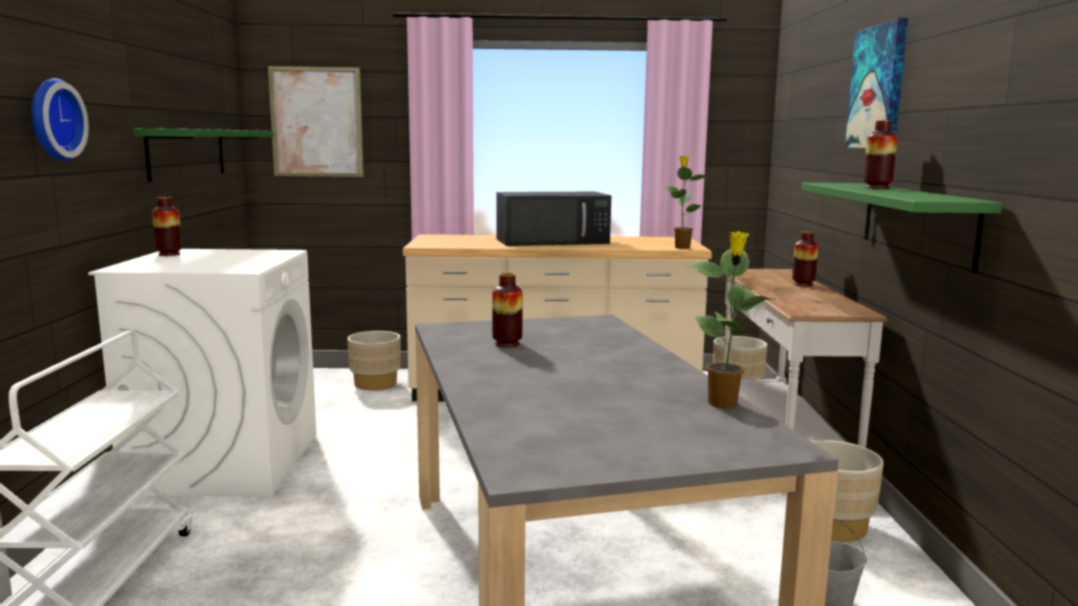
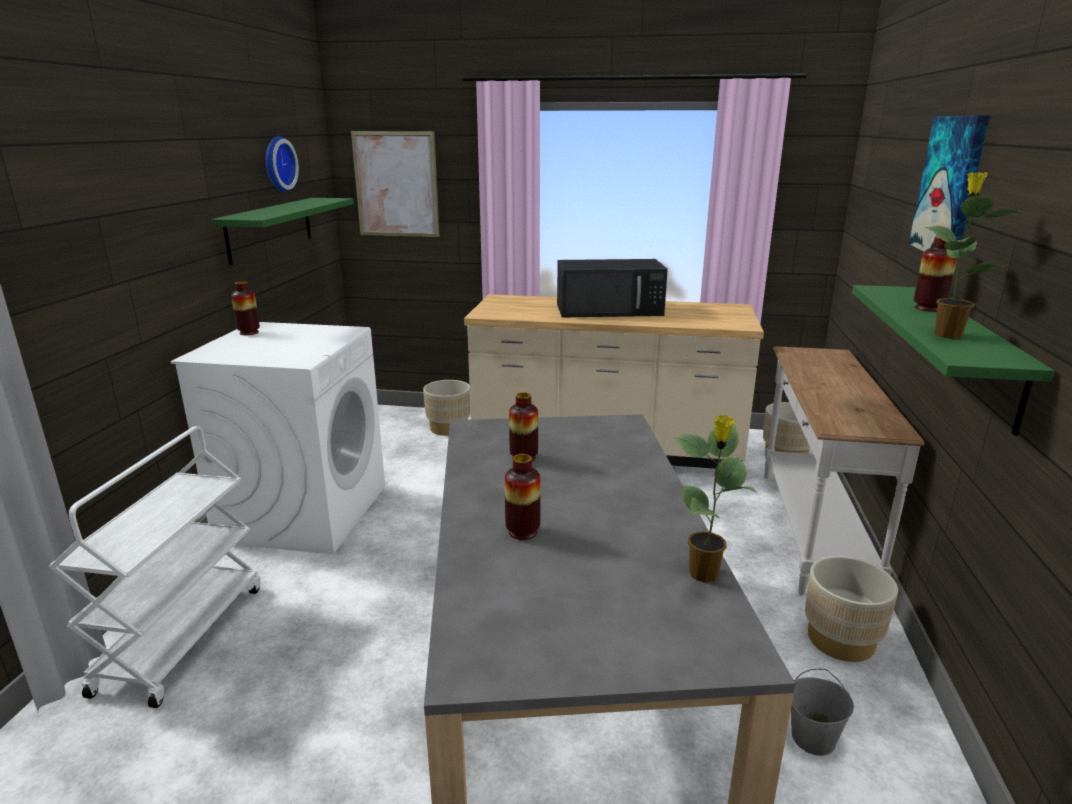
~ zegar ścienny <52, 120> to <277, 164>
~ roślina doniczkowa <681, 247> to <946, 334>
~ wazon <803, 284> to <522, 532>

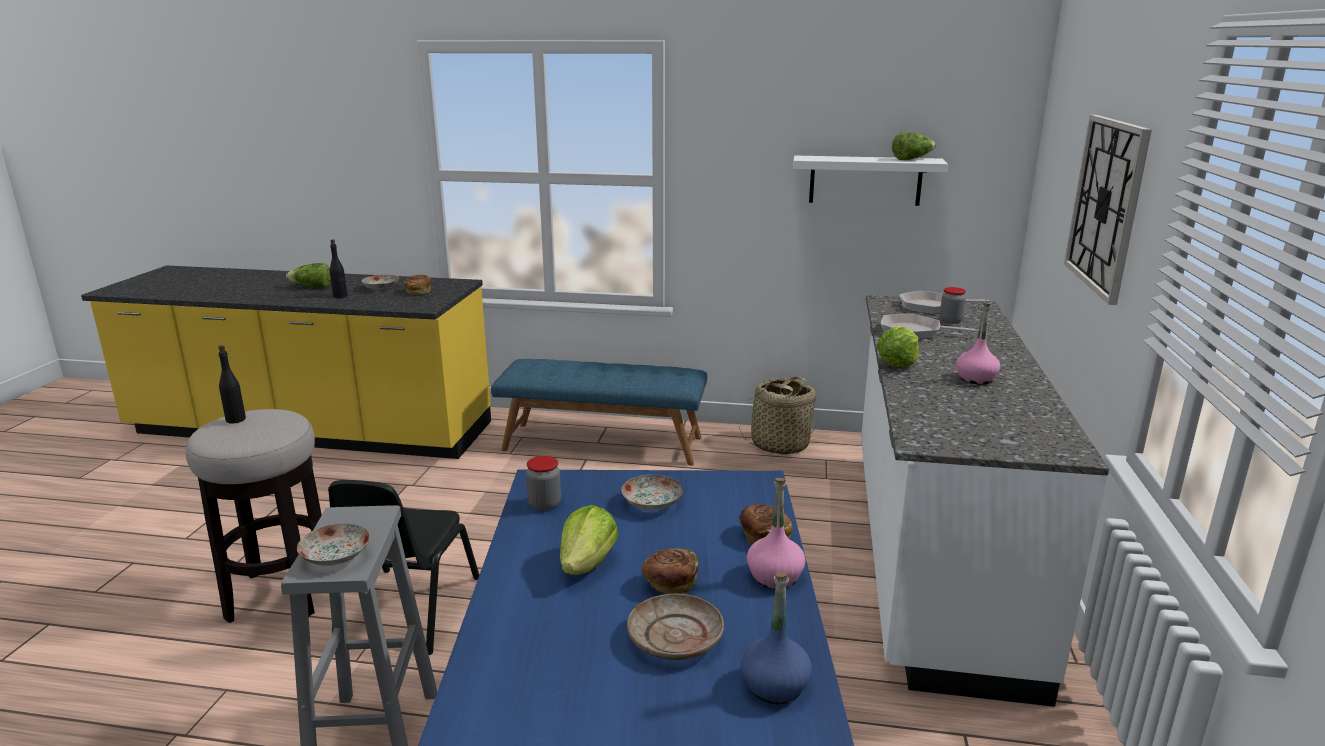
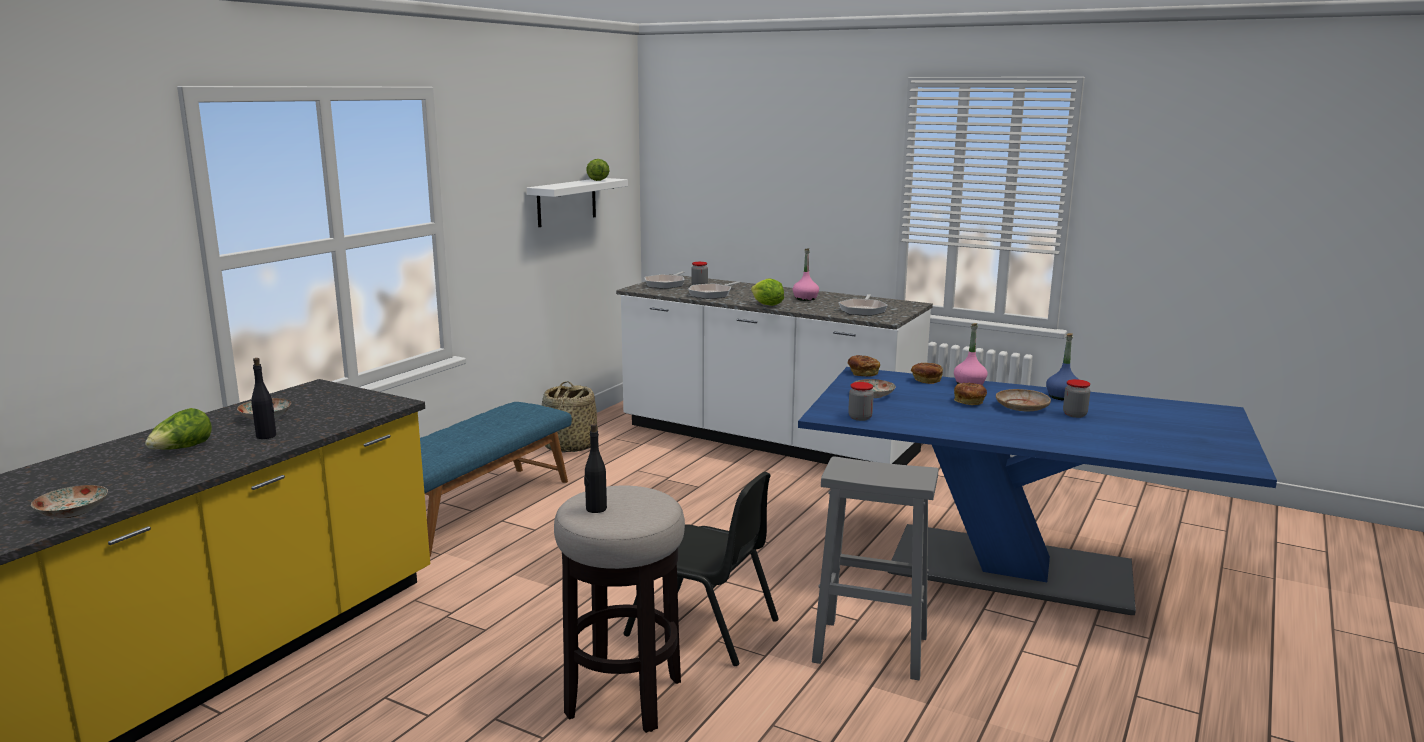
~ talerz <335, 556> to <72, 513>
~ chleb <419, 292> to <862, 373>
- sałata <588, 564>
- zegar ścienny <1106, 205>
+ patelnia <863, 310>
+ słoik <1074, 414>

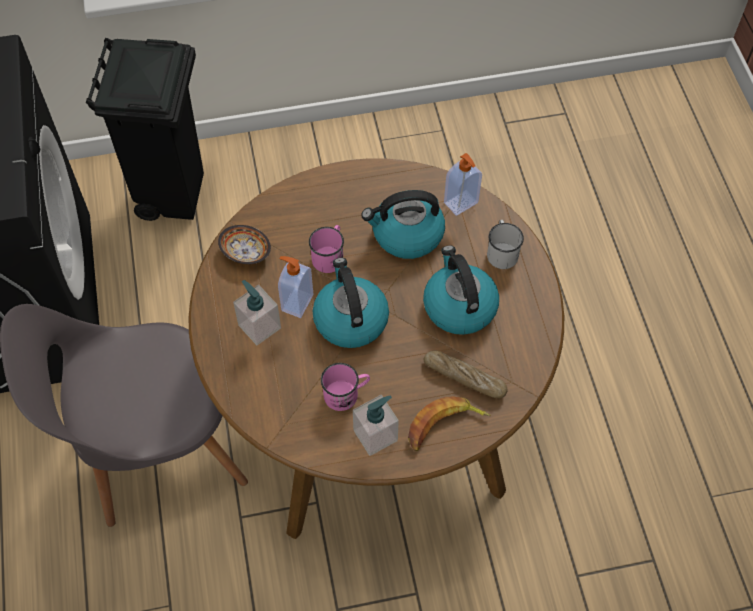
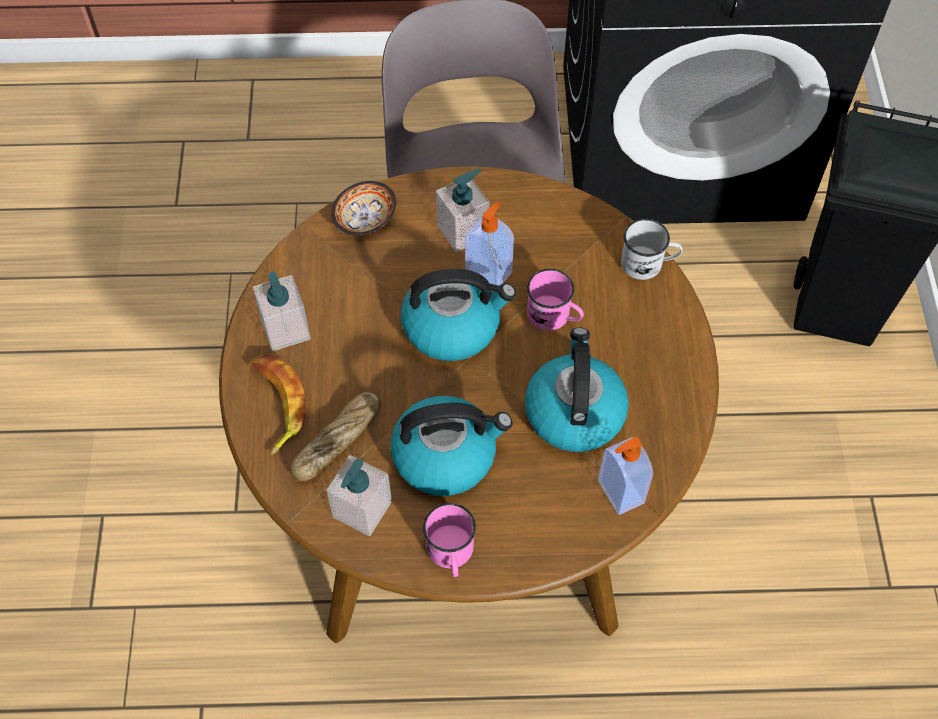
~ miska <246, 252> to <365, 219>
~ kubek [różowy] <346, 394> to <451, 554>
~ kubek [biały] <501, 251> to <648, 264>
+ dozownik mydła <362, 509>

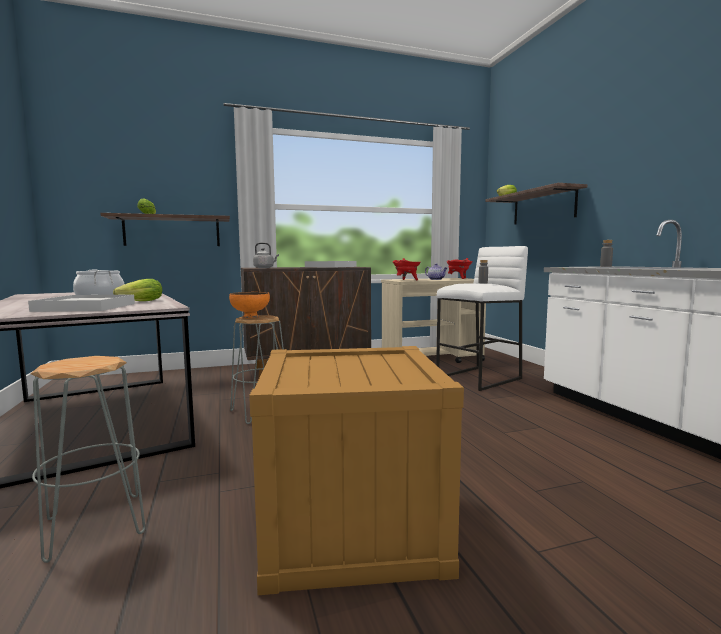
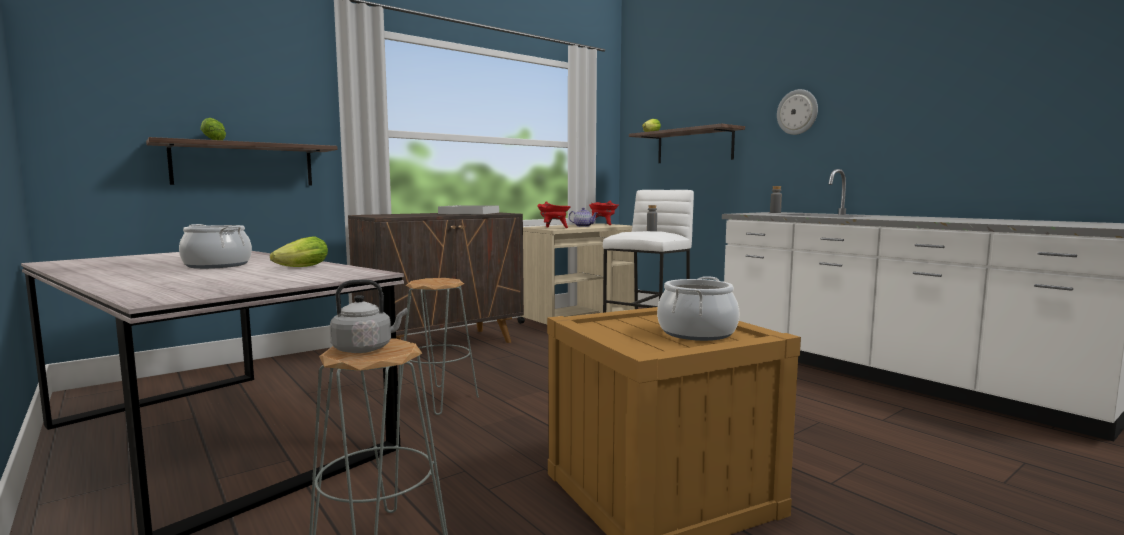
- taca [biały] <85, 307>
- miska [pomarańczowy] <250, 317>
~ czajnik [szary] <265, 268> to <366, 349>
+ garnek <697, 333>
+ zegar ścienny <797, 112>

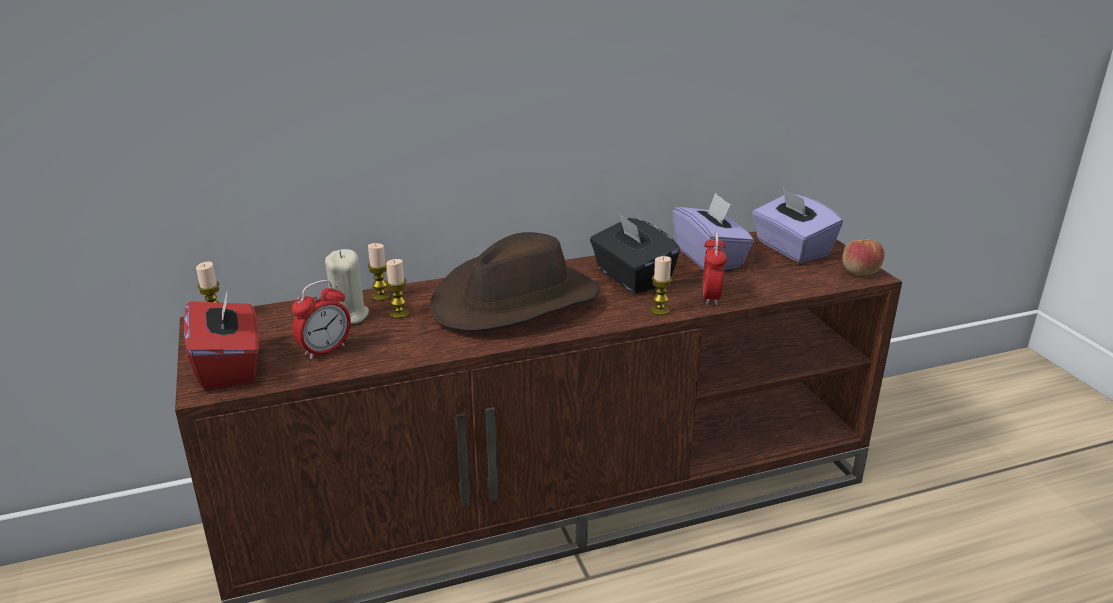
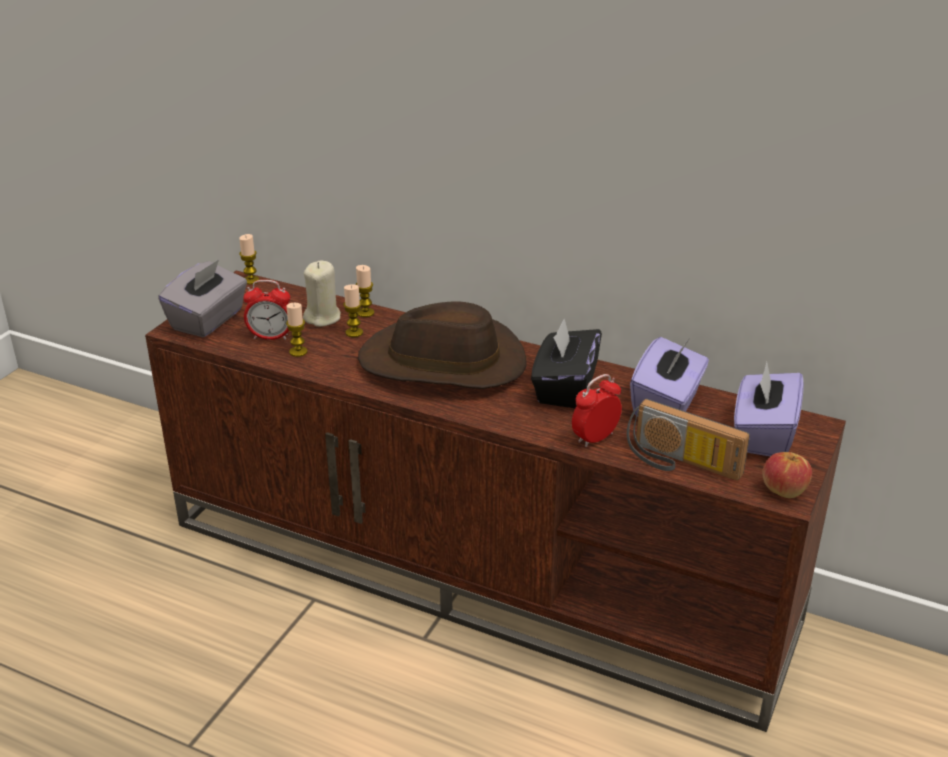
~ pudełko chusteczek [czerwony] <229, 366> to pudełko chusteczek [szary] <208, 320>
~ świeca <660, 310> to <298, 352>
+ radio <680, 463>

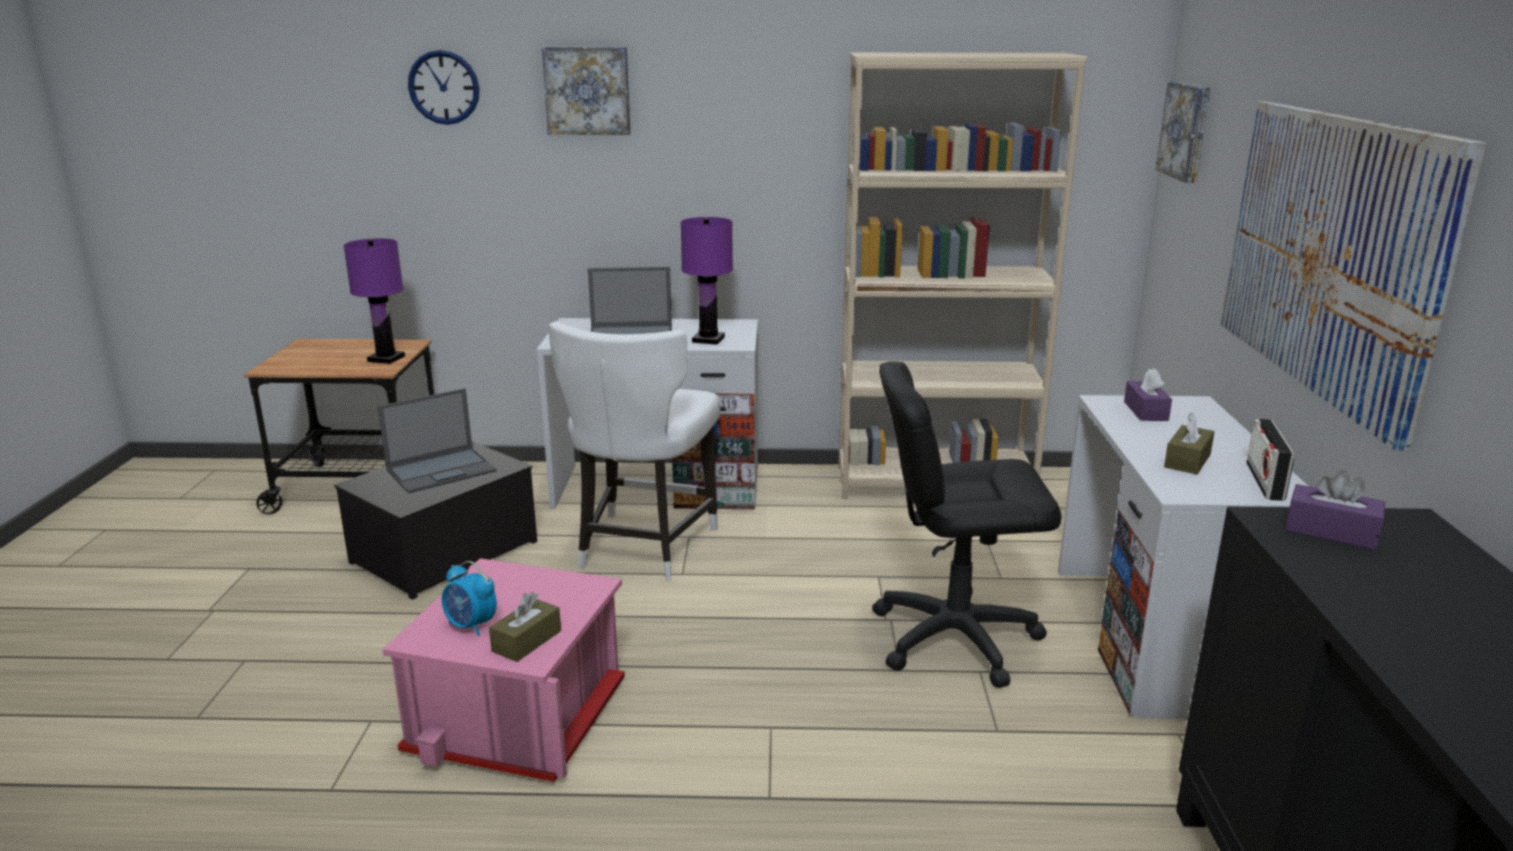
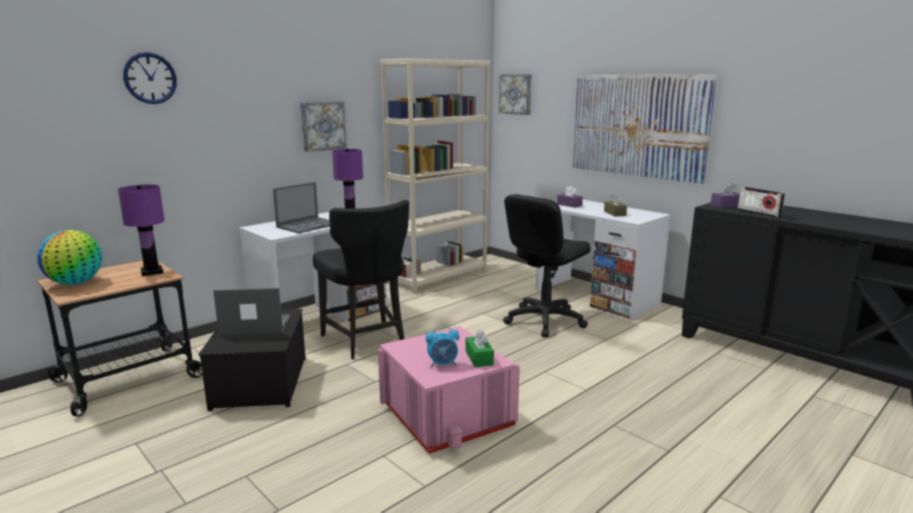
~ laptop <442, 470> = <255, 326> 105 degrees counterclockwise
~ pudełko chusteczek [brązowy] <527, 641> to pudełko chusteczek [zielony] <479, 358>
~ obraz <587, 90> to <322, 125>
~ krzesło [biały] <642, 548> to krzesło [czarny] <366, 340>
~ radio <1264, 481> to <758, 213>
+ globus <76, 283>

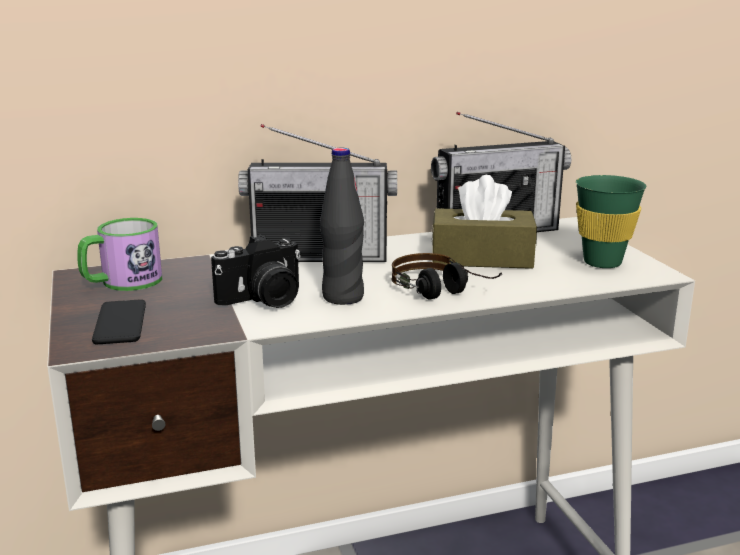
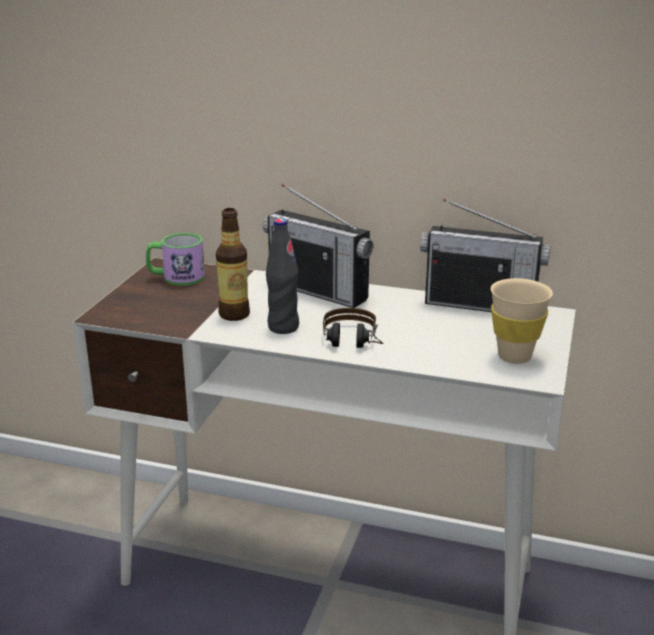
- telefon <120, 323>
~ aparat fotograficzny <264, 300> to butelka <234, 314>
- pudełko chusteczek [brązowy] <482, 258>
~ filiżanka [zielony] <602, 262> to filiżanka [beżowy] <514, 356>

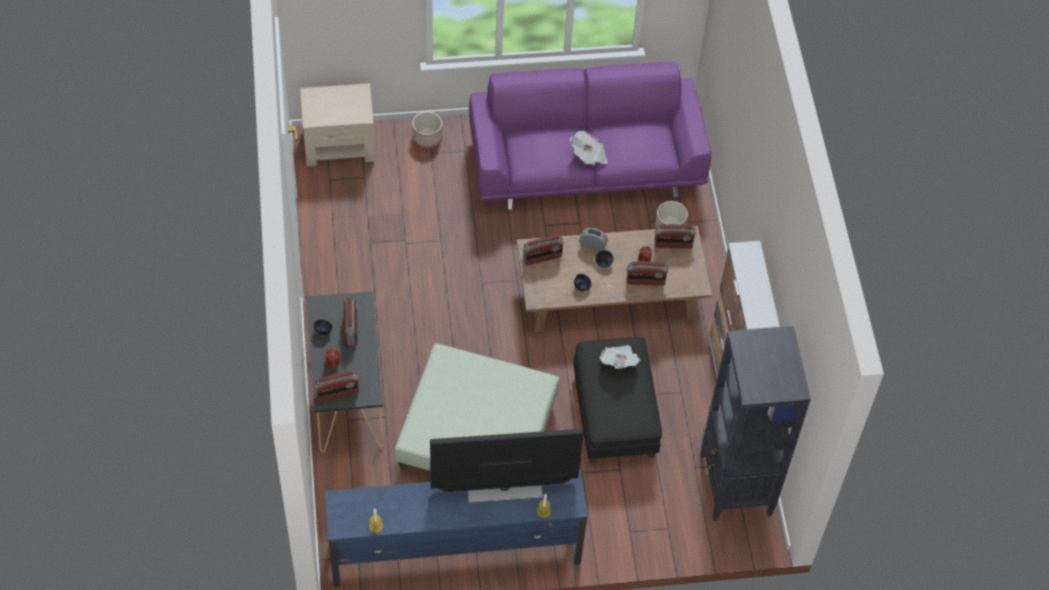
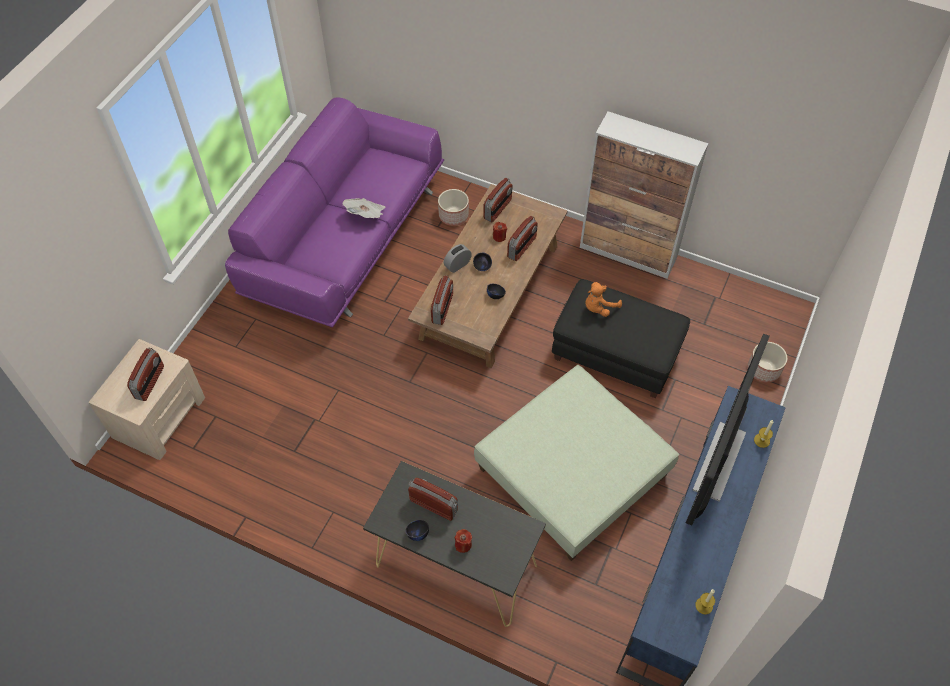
~ radio <337, 393> to <150, 382>
~ donica <427, 137> to <763, 369>
~ gazeta <619, 362> to pluszak [pomarańczowy] <599, 307>
- regał [czarny] <735, 485>

